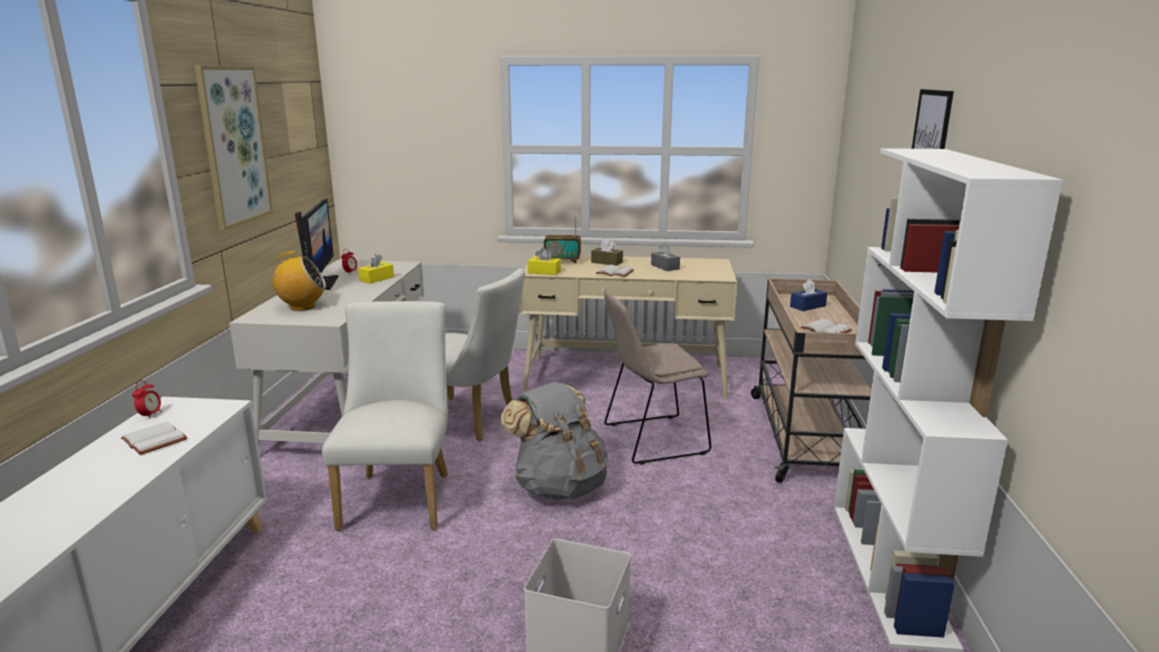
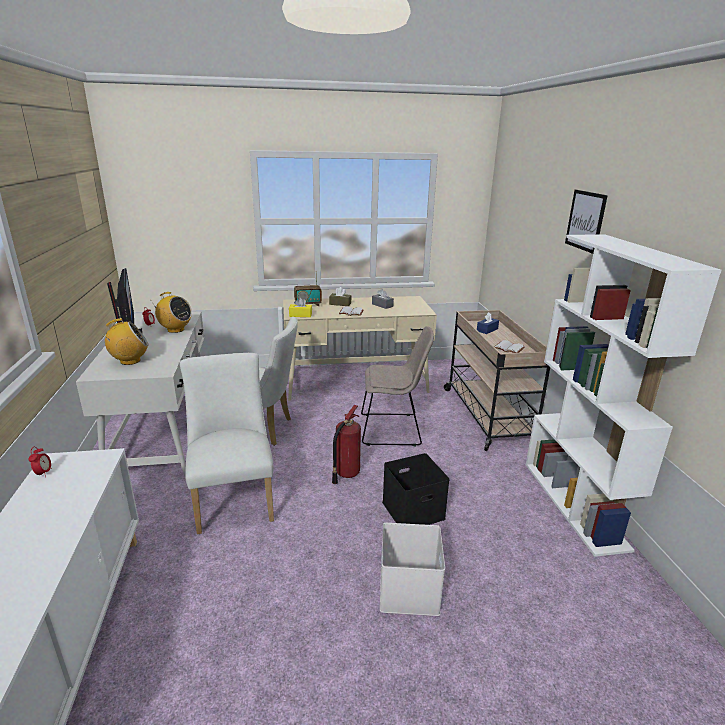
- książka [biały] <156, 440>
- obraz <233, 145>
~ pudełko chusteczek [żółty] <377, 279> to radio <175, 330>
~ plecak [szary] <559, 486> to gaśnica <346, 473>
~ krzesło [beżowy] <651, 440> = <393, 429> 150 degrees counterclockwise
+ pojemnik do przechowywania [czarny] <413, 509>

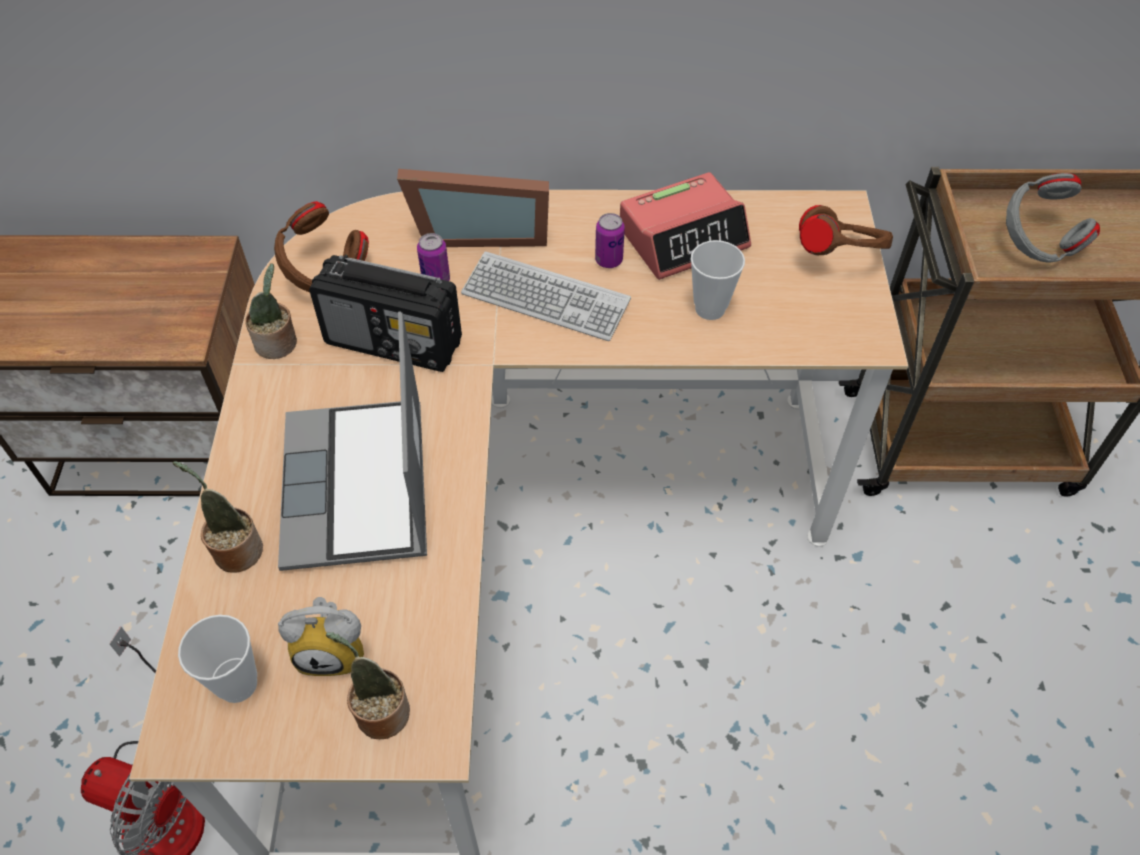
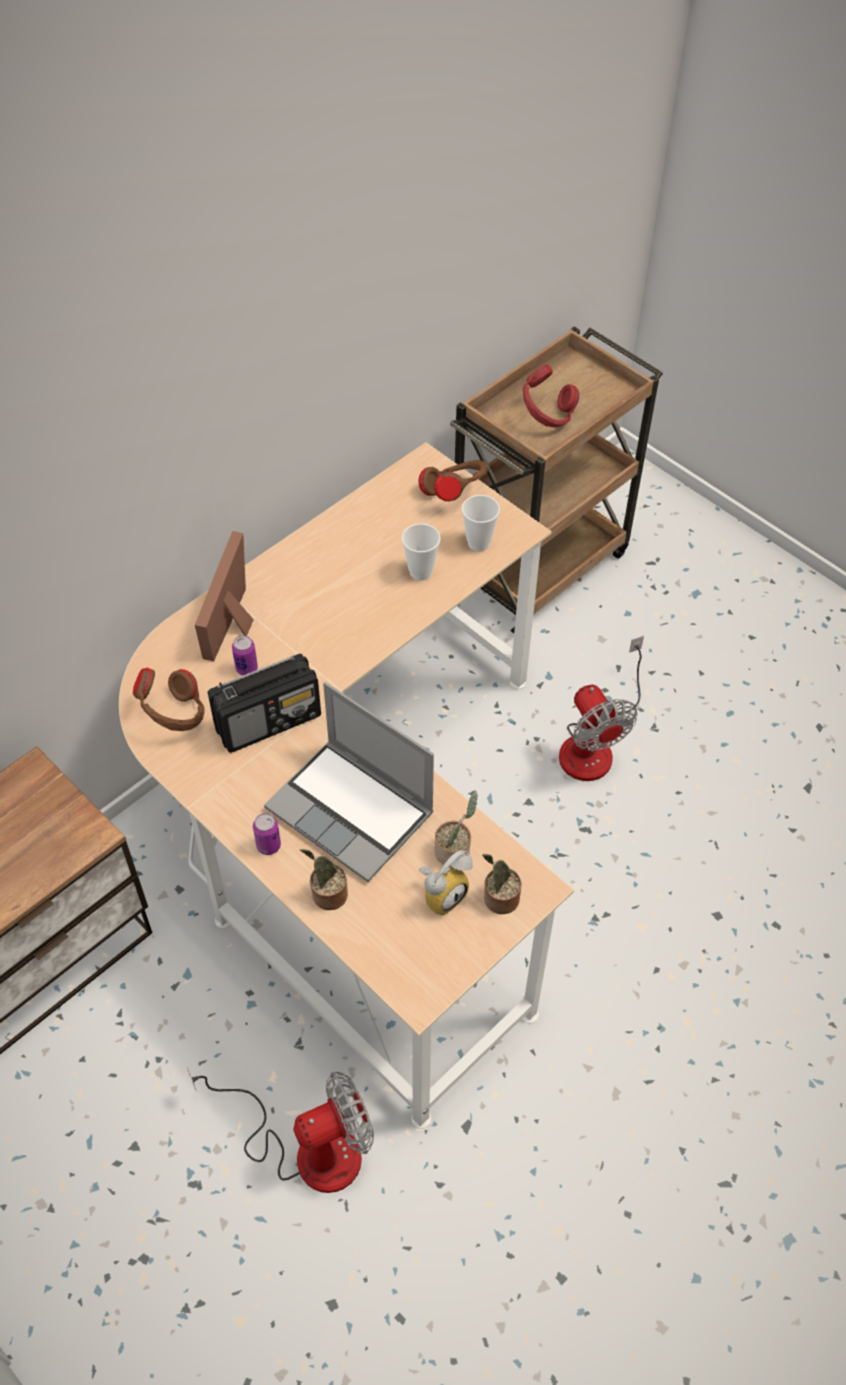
~ filiżanka <237, 684> to <478, 543>
~ roślina doniczkowa <278, 344> to <454, 851>
~ ramka na zdjęcie <480, 232> = <236, 621> 150 degrees clockwise
- klawiatura <545, 298>
~ puszka <608, 260> to <268, 845>
- budzik <684, 237>
~ słuchawki [szary] <1037, 243> to słuchawki [czerwony] <547, 416>
+ wentylator <594, 743>

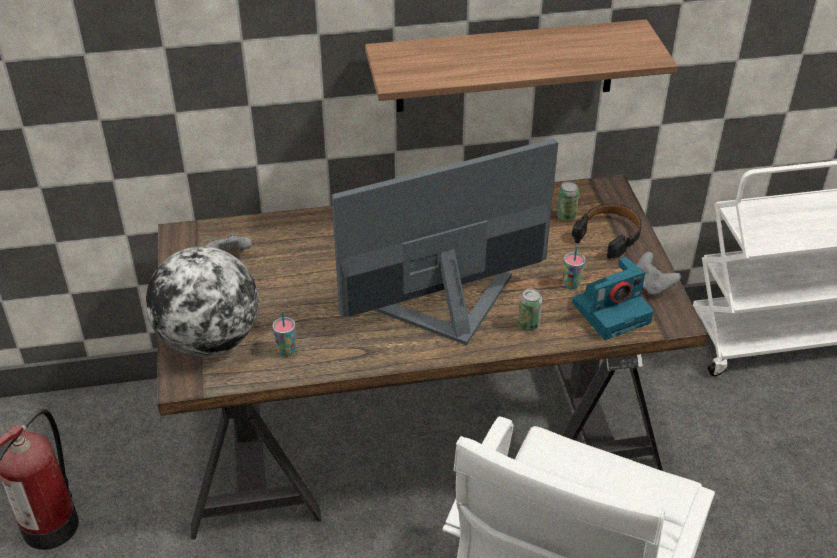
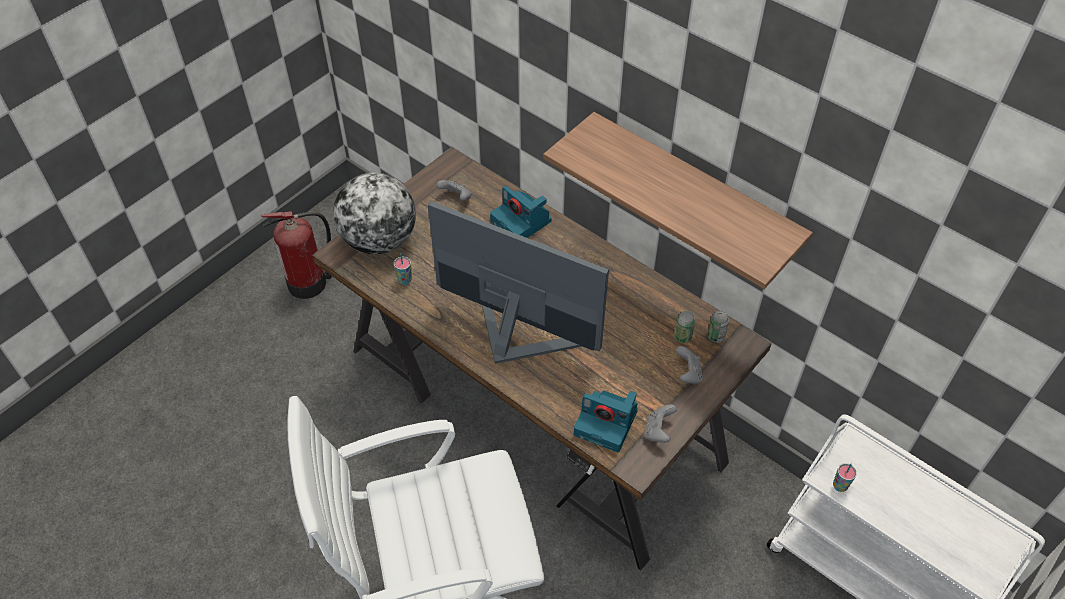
~ puszka <528, 325> to <715, 336>
~ filiżanka <571, 284> to <839, 486>
~ słuchawki [czarny] <609, 235> to pad do gier [szary] <688, 374>
+ aparat fotograficzny <522, 221>

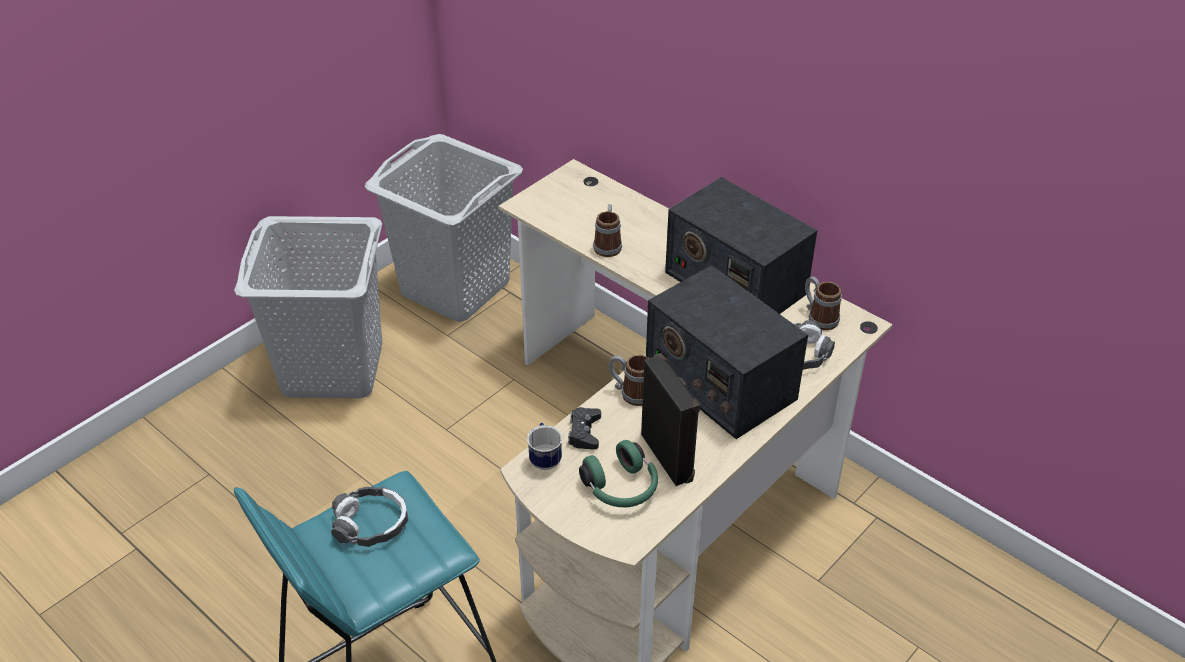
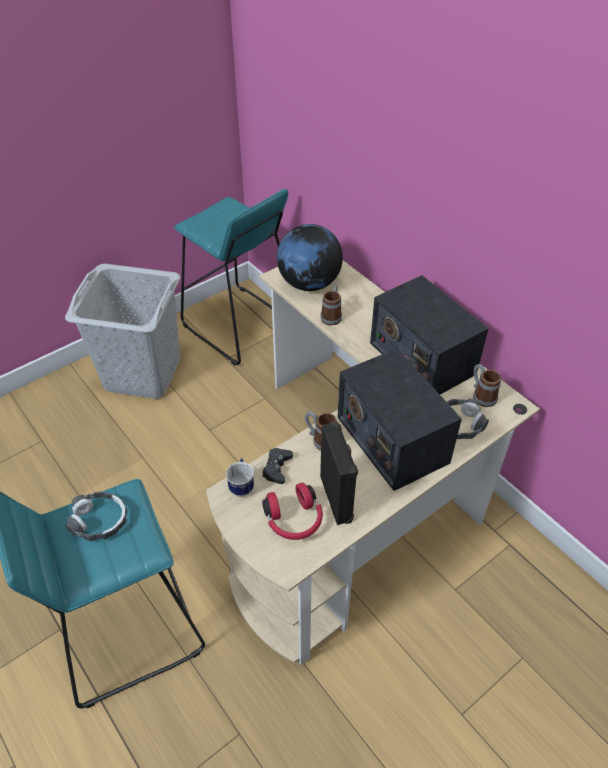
~ kosz na pranie [szary] <455, 289> to stołek [turkusowy] <239, 325>
~ słuchawki [zielony] <621, 488> to słuchawki [czerwony] <294, 520>
+ globus <309, 283>

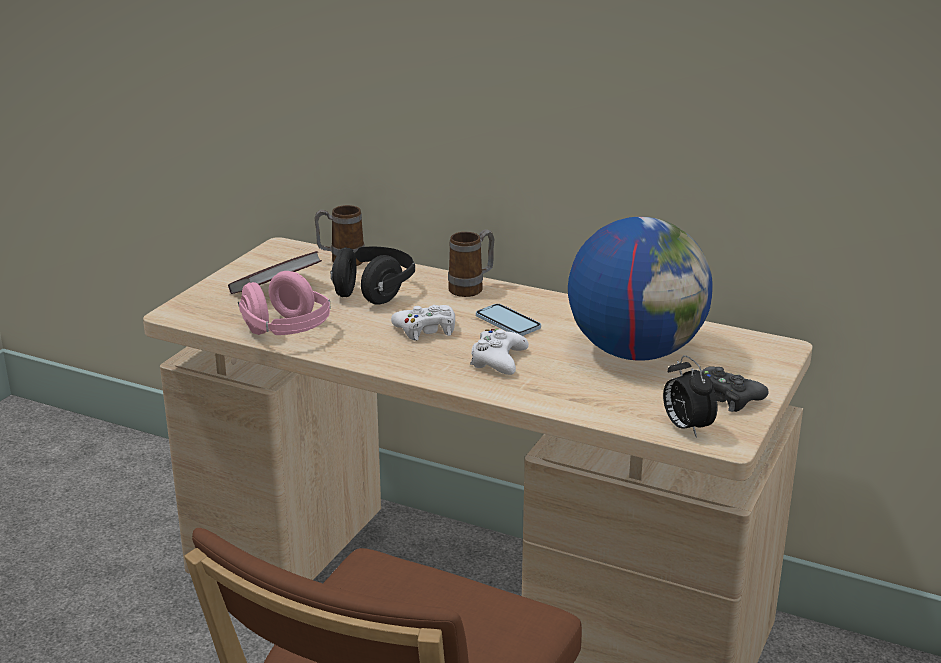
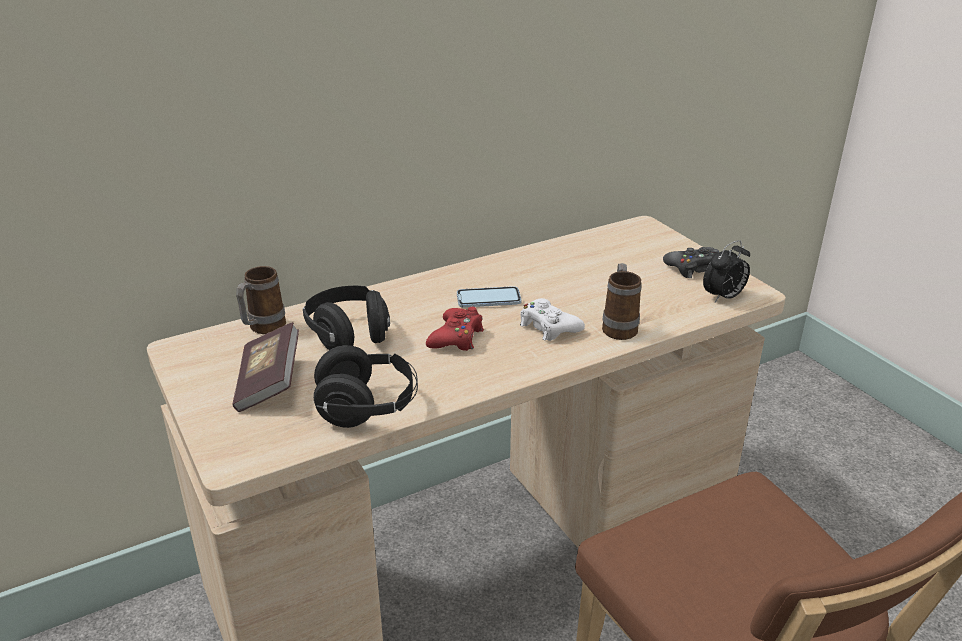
~ słuchawki [różowy] <286, 332> to słuchawki [czarny] <368, 408>
~ pad do gier [biały] <426, 330> to pad do gier [czerwony] <456, 337>
~ kubek <472, 288> to <619, 326>
- globus <635, 352>
~ budzik <686, 427> = <723, 297> 45 degrees counterclockwise

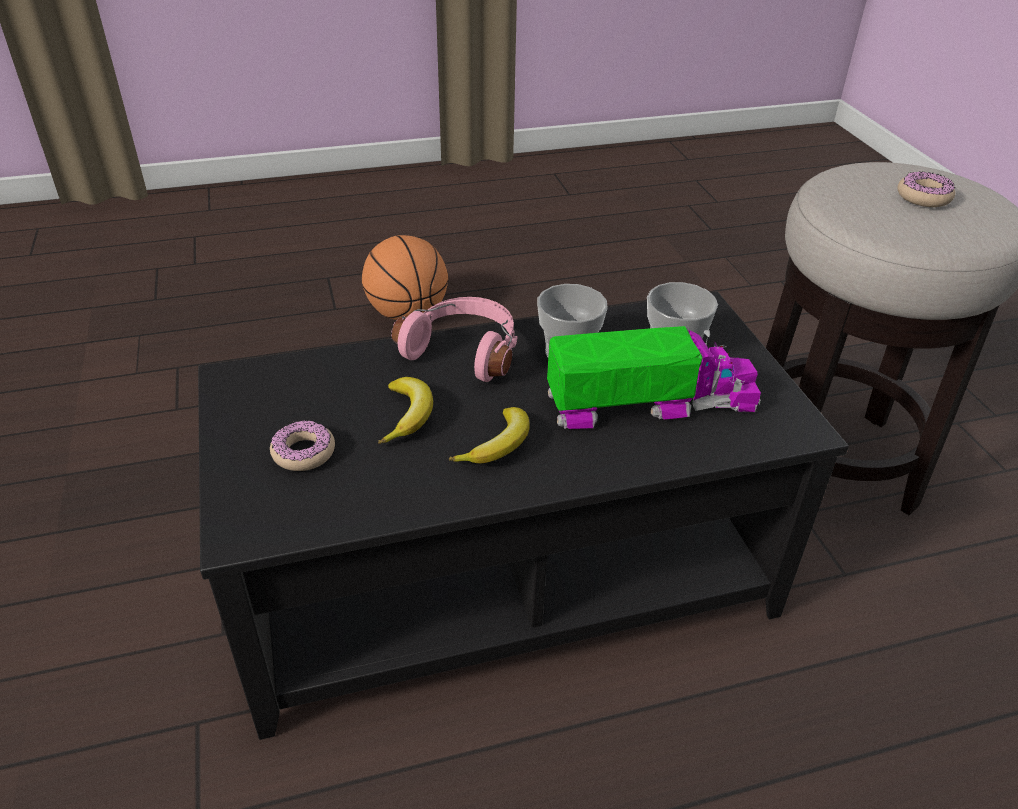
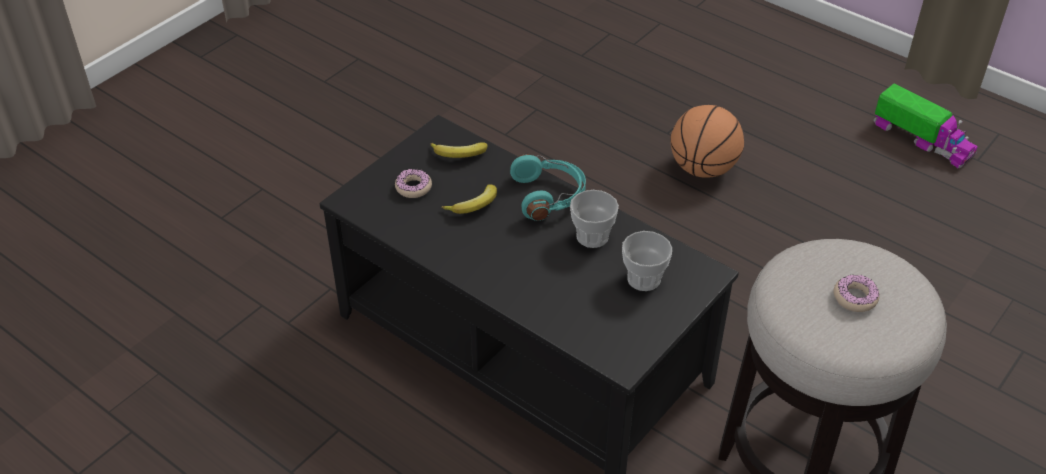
~ słuchawki [różowy] <464, 350> to słuchawki [turkusowy] <549, 196>
~ banan <498, 445> to <459, 154>
~ ciężarówka zabawkowa <650, 404> to <922, 140>

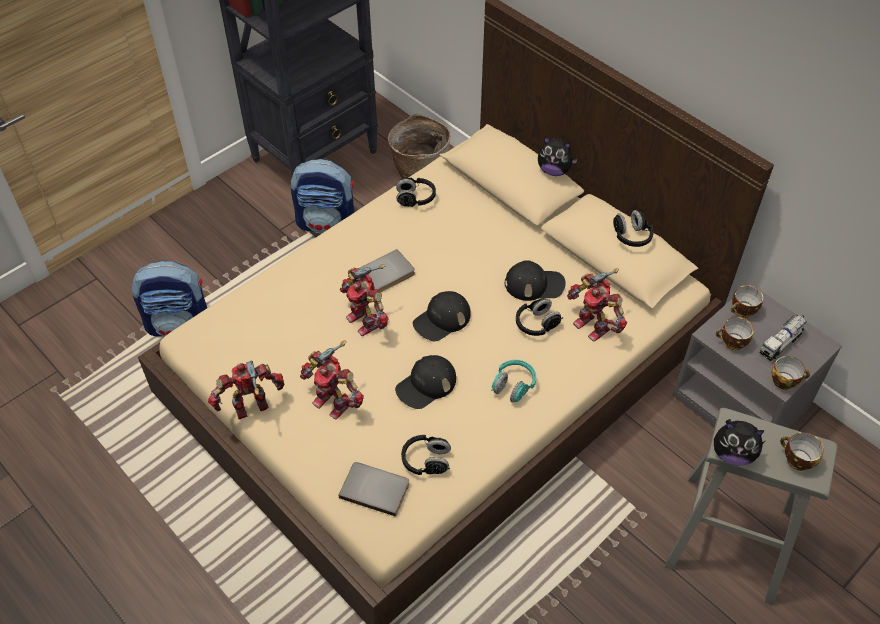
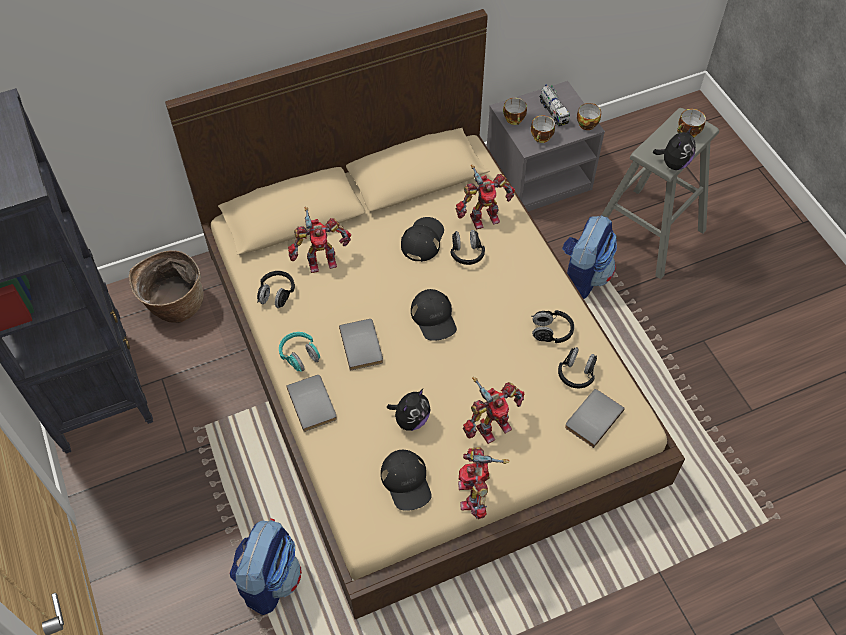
~ plecak <327, 223> to <583, 276>
~ robot zabawkowy <365, 320> to <321, 260>
~ czapka z daszkiem [czarny] <426, 385> to <406, 481>
~ słuchawki [turkusowy] <513, 386> to <300, 356>
~ pluszak <554, 170> to <411, 419>
~ słuchawki [czarny] <631, 236> to <551, 332>
+ książka [szary] <314, 403>

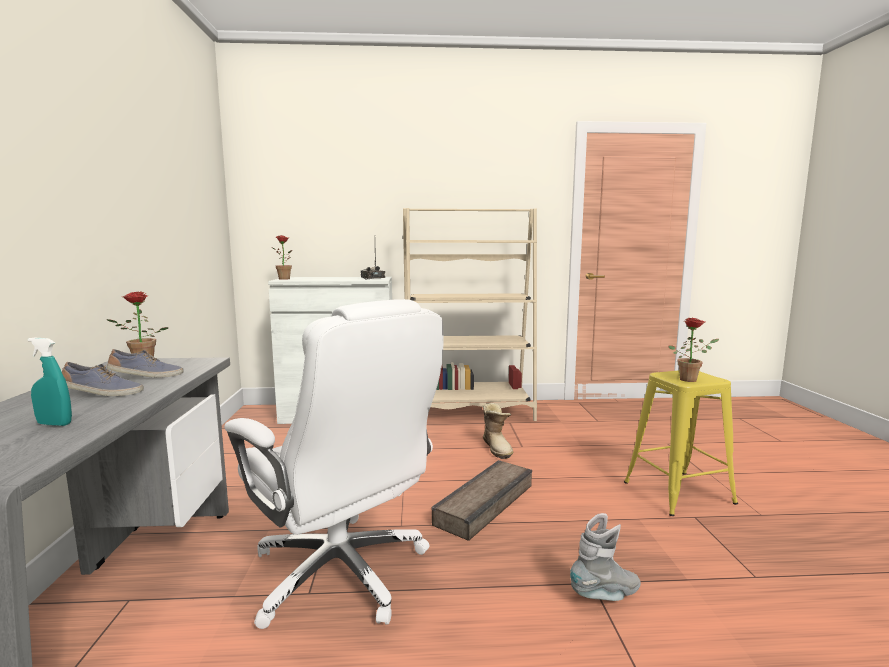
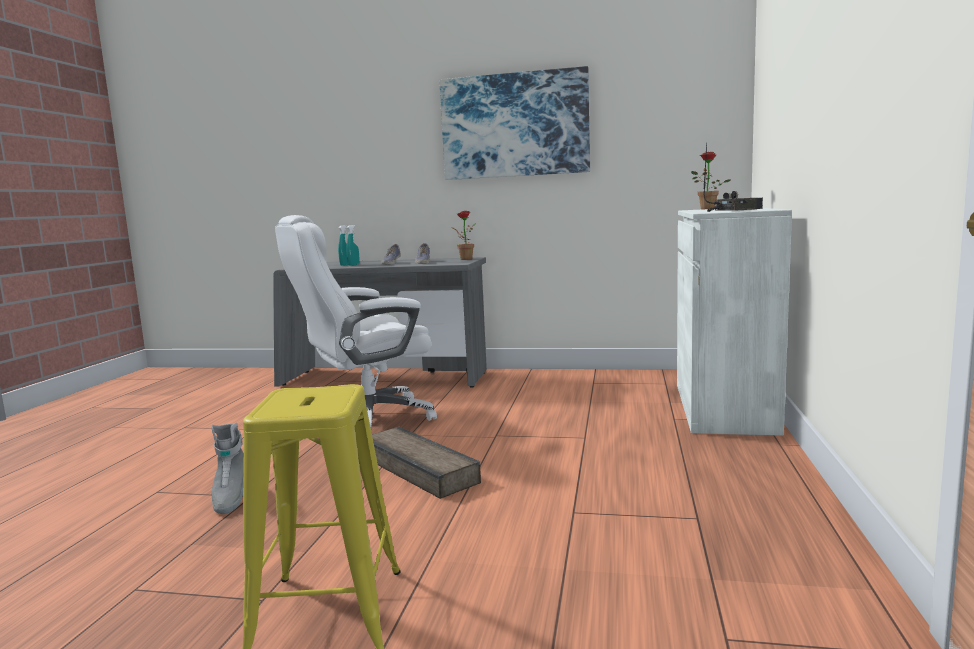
- regał [beżowy] <468, 412>
- but z cholewką <498, 448>
- roślina doniczkowa <691, 379>
+ spryskiwacz [turkusowy] <353, 265>
+ obraz <514, 125>

